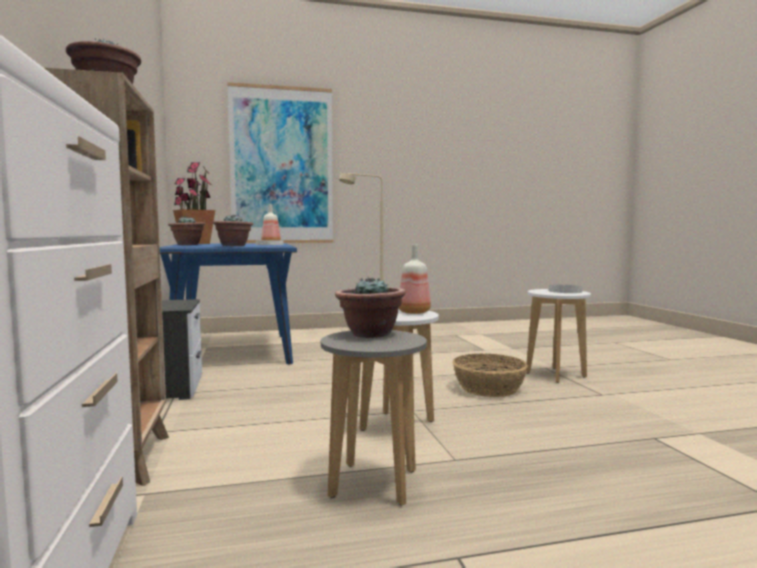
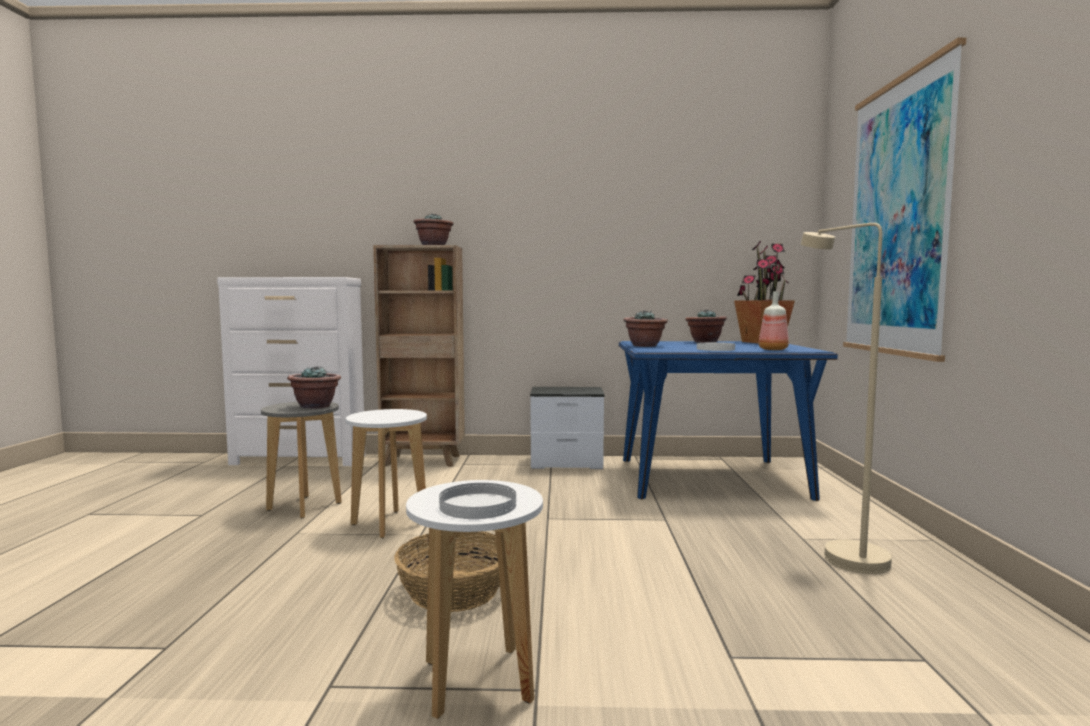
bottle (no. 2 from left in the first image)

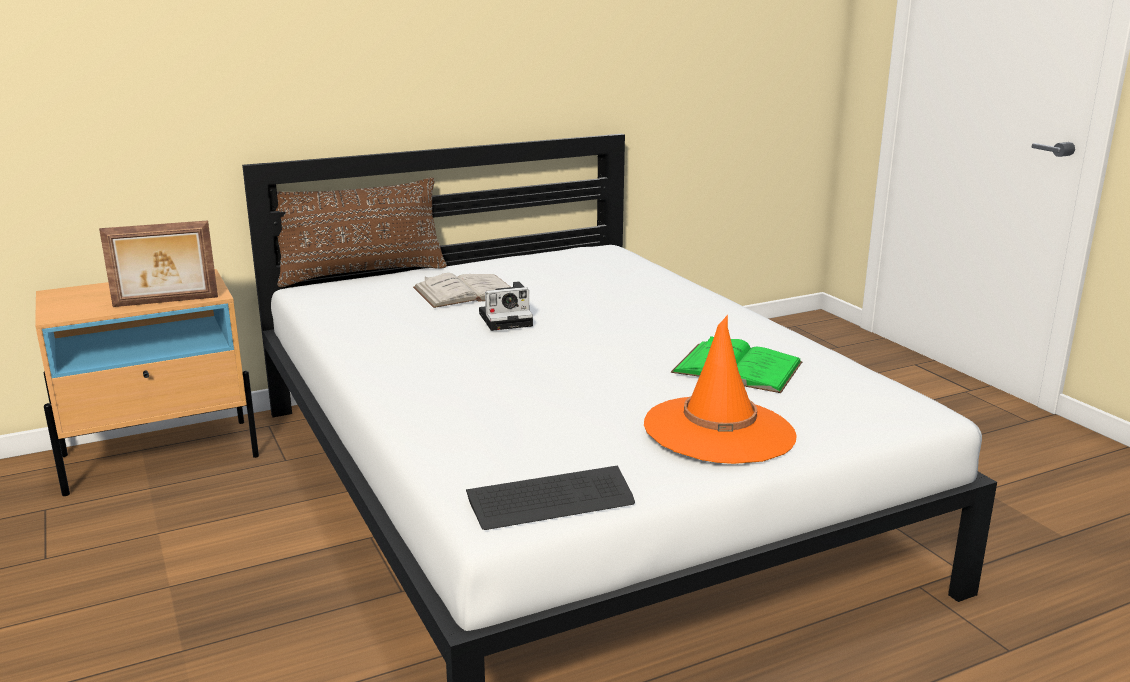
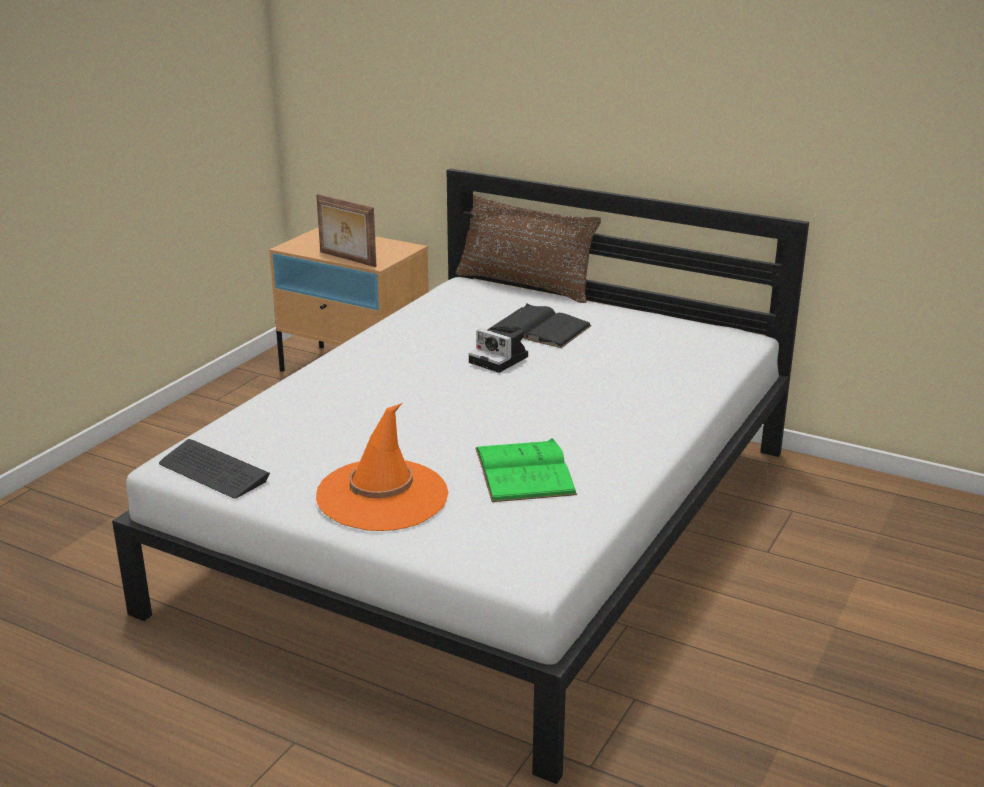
book (black)

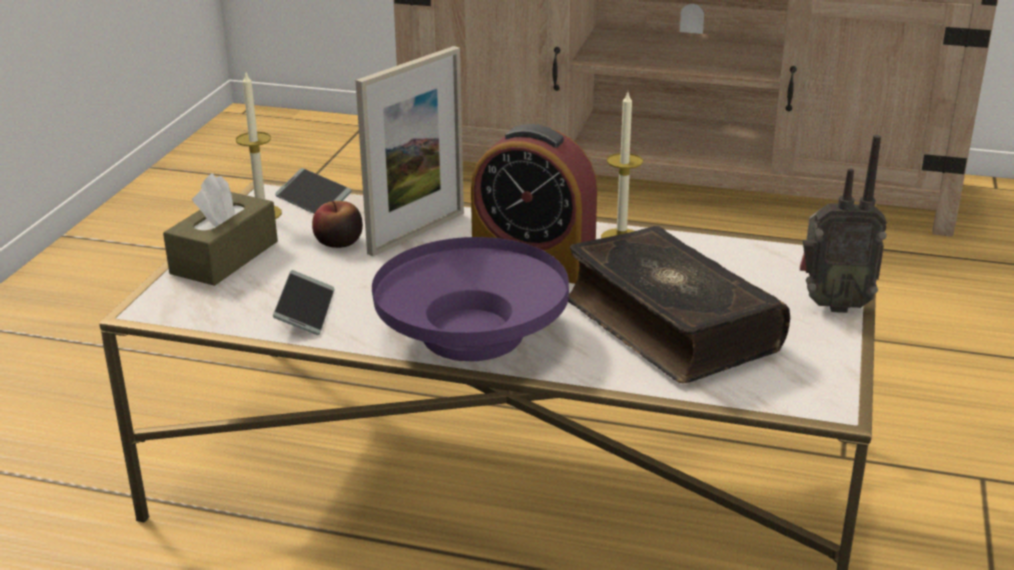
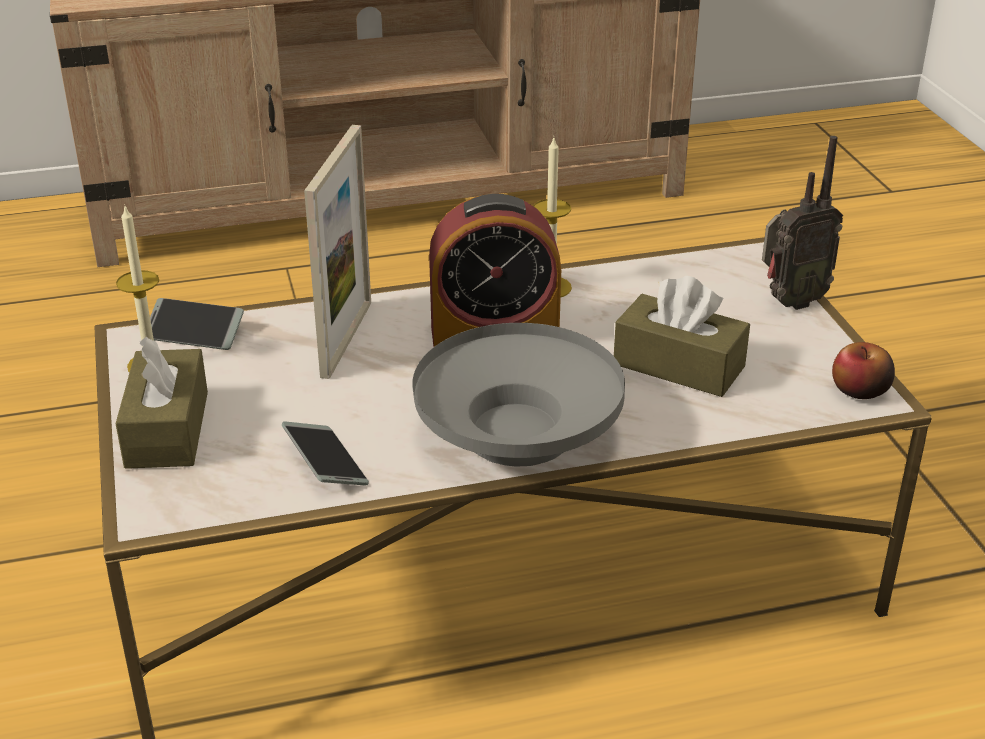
apple
bowl (grey)
tissue box (brown) (no. 2 from left)

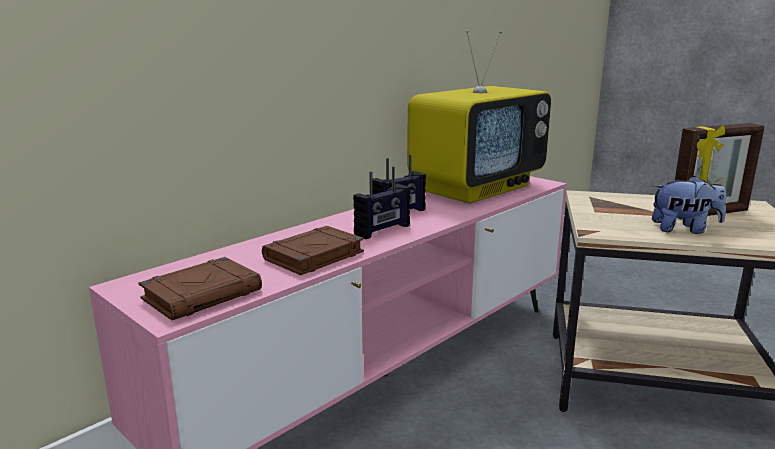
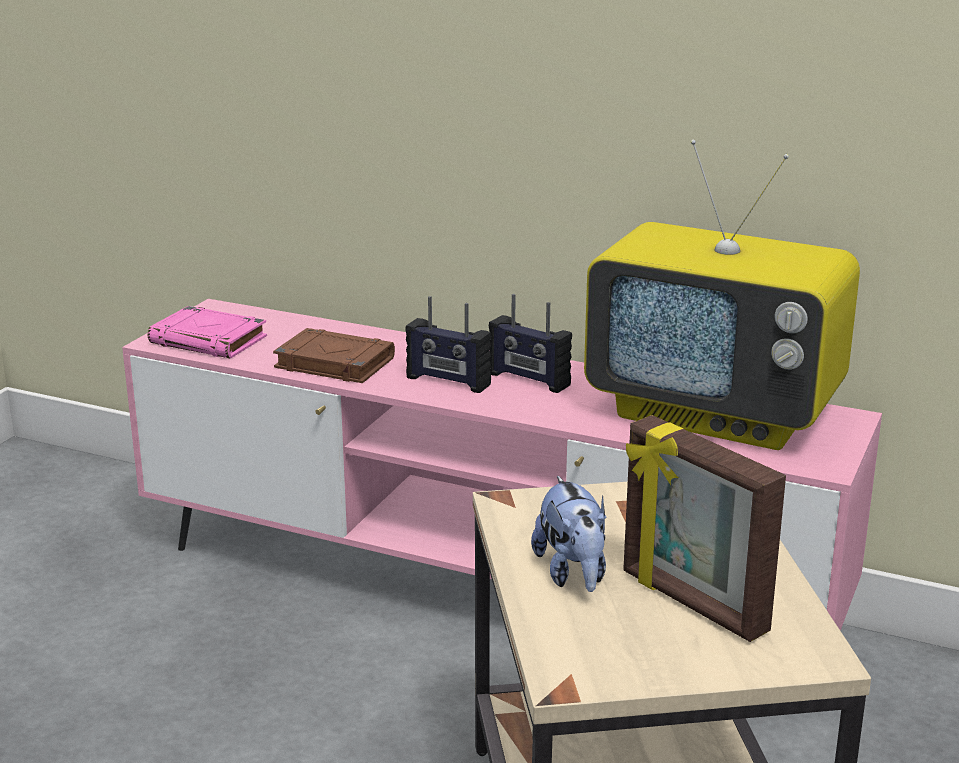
book (pink)

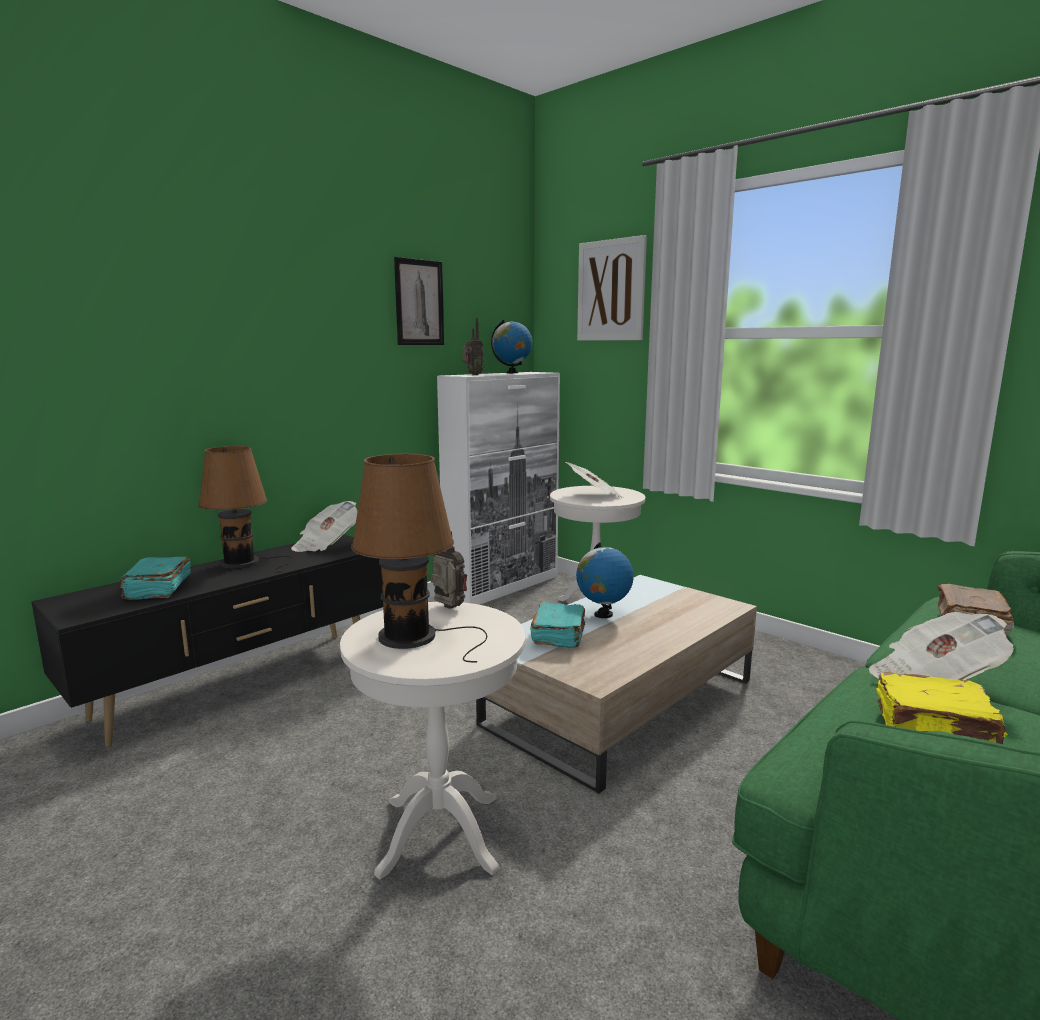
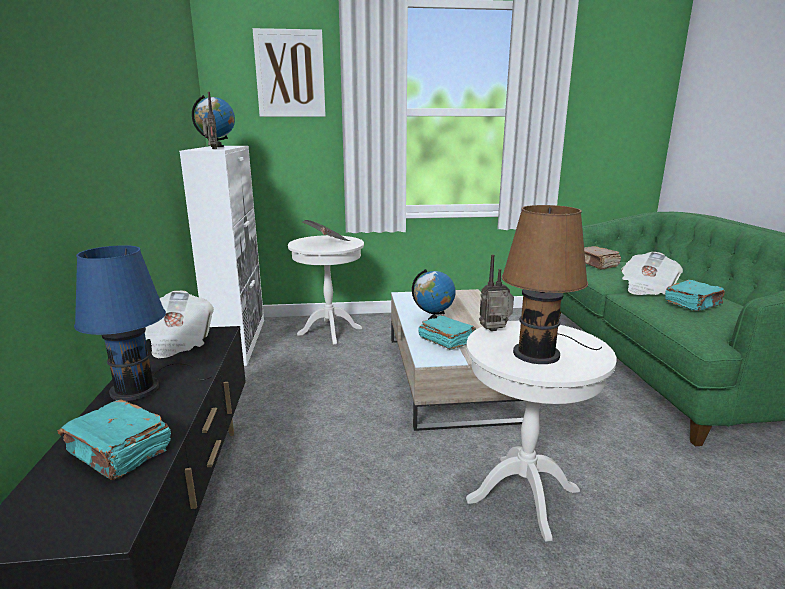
table lamp (blue)
picture (no. 1 from left in the first image)
book (turquoise) (no. 3 from left)

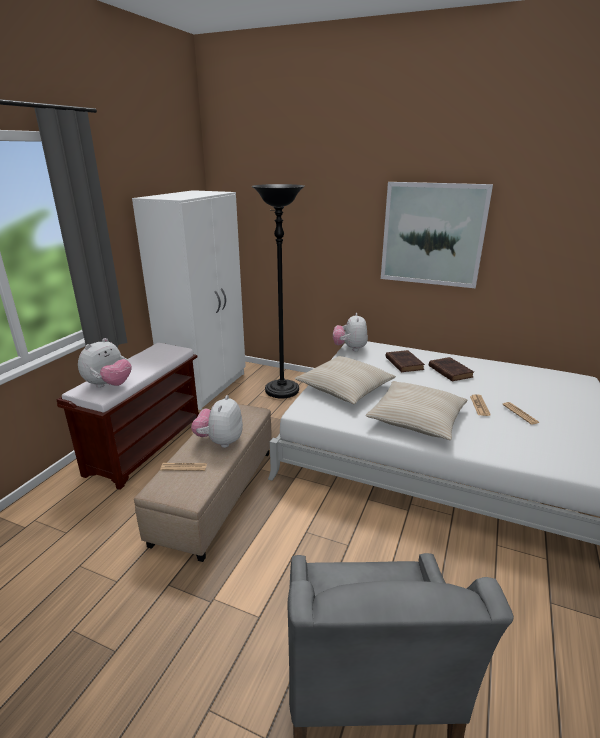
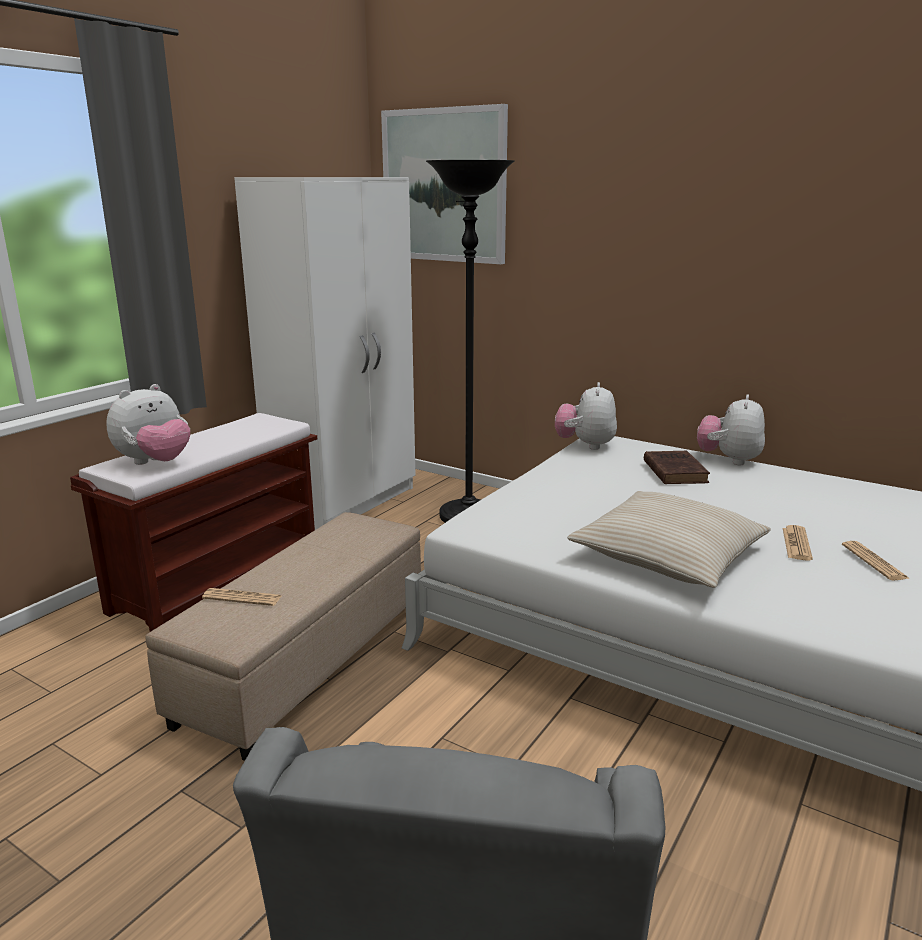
plush toy (no. 3 from left)
pillow (beige) (no. 1 from left in the first image)
picture
book (brown) (no. 2 from left in the first image)

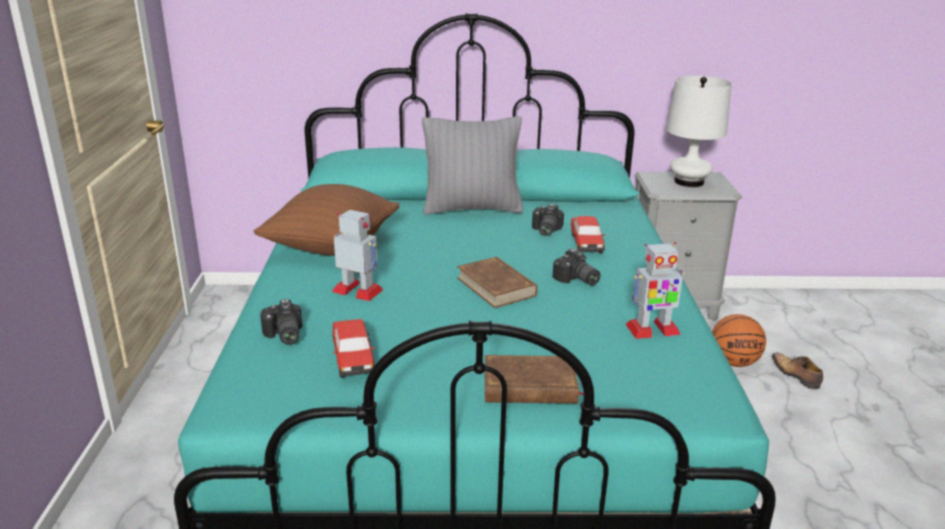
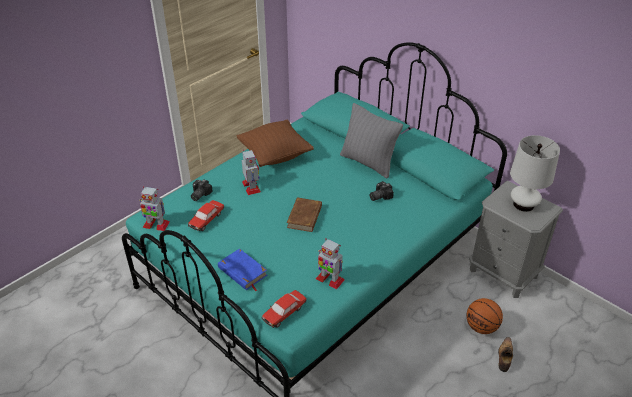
book (blue)
photo camera (no. 3 from left in the first image)
toy car (no. 2 from left)
toy robot (no. 1 from left)

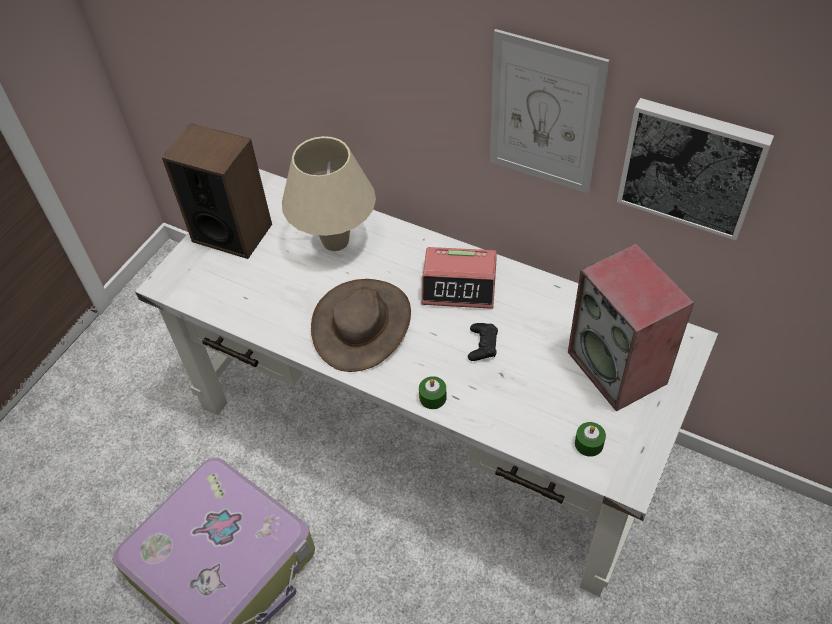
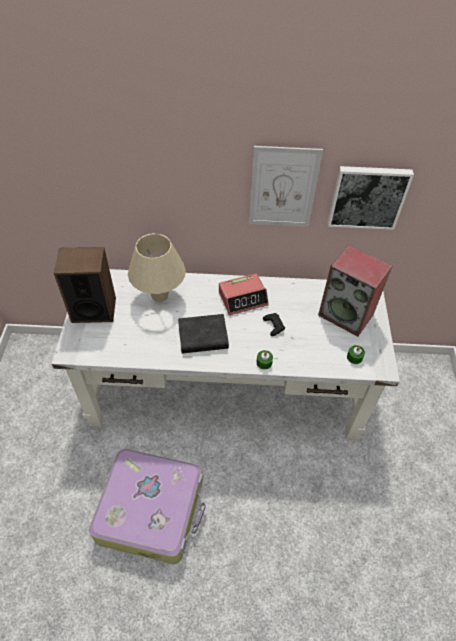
book (black)

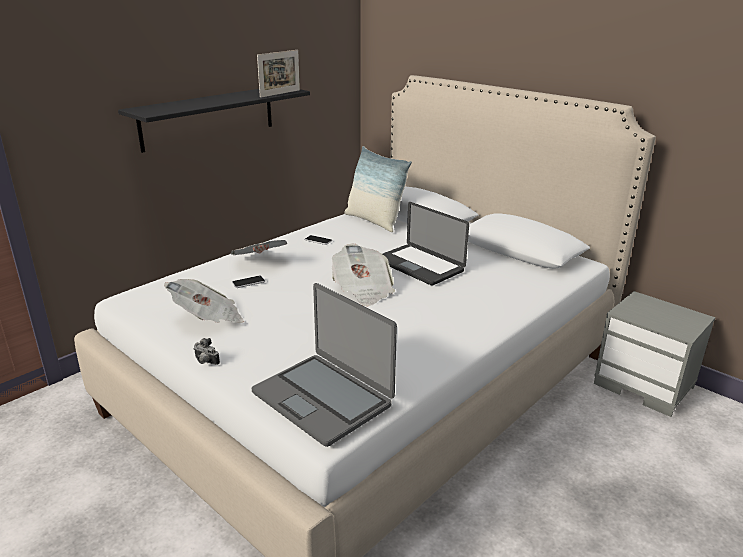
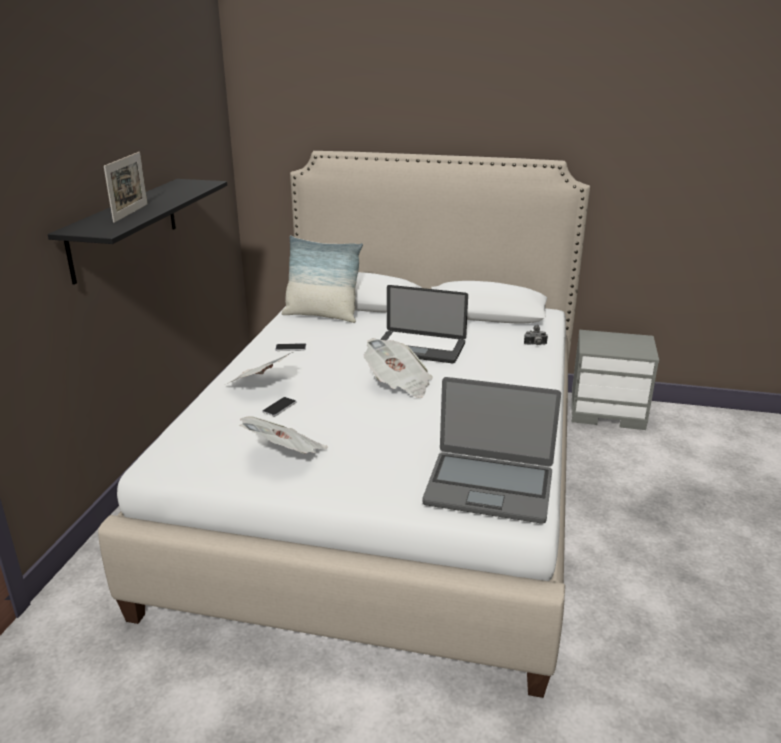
photo camera
picture frame

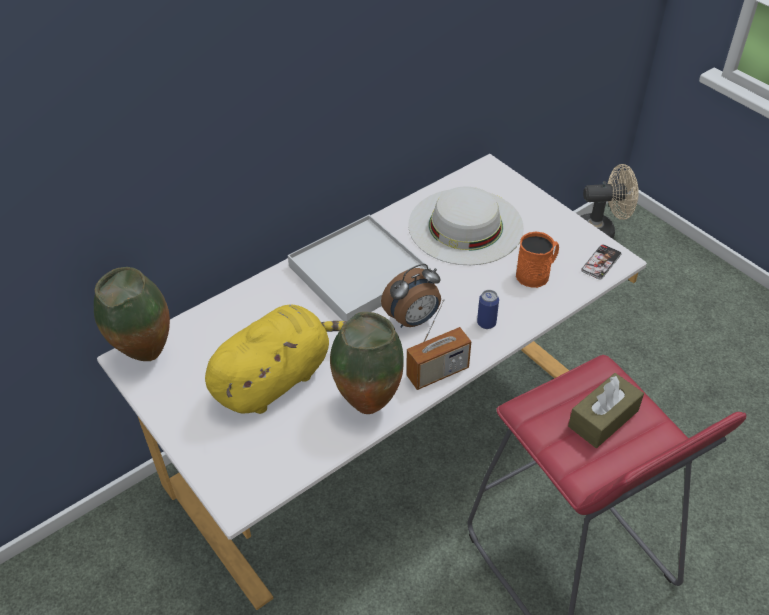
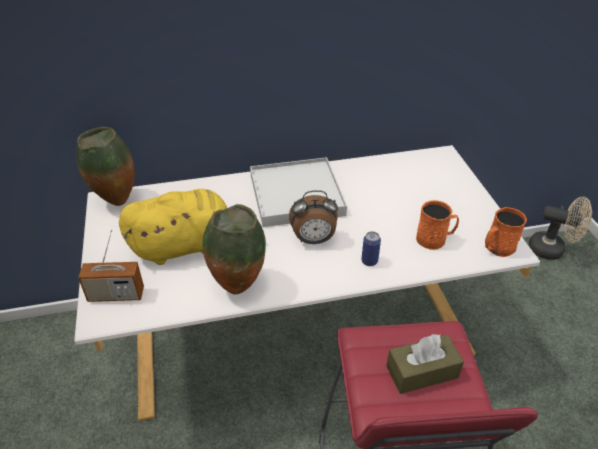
radio
hat (white)
mug (orange) (no. 2 from left)

